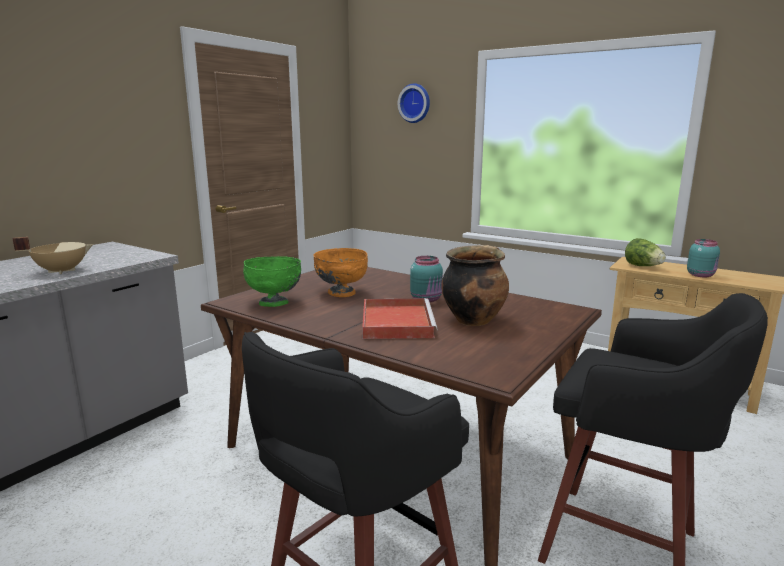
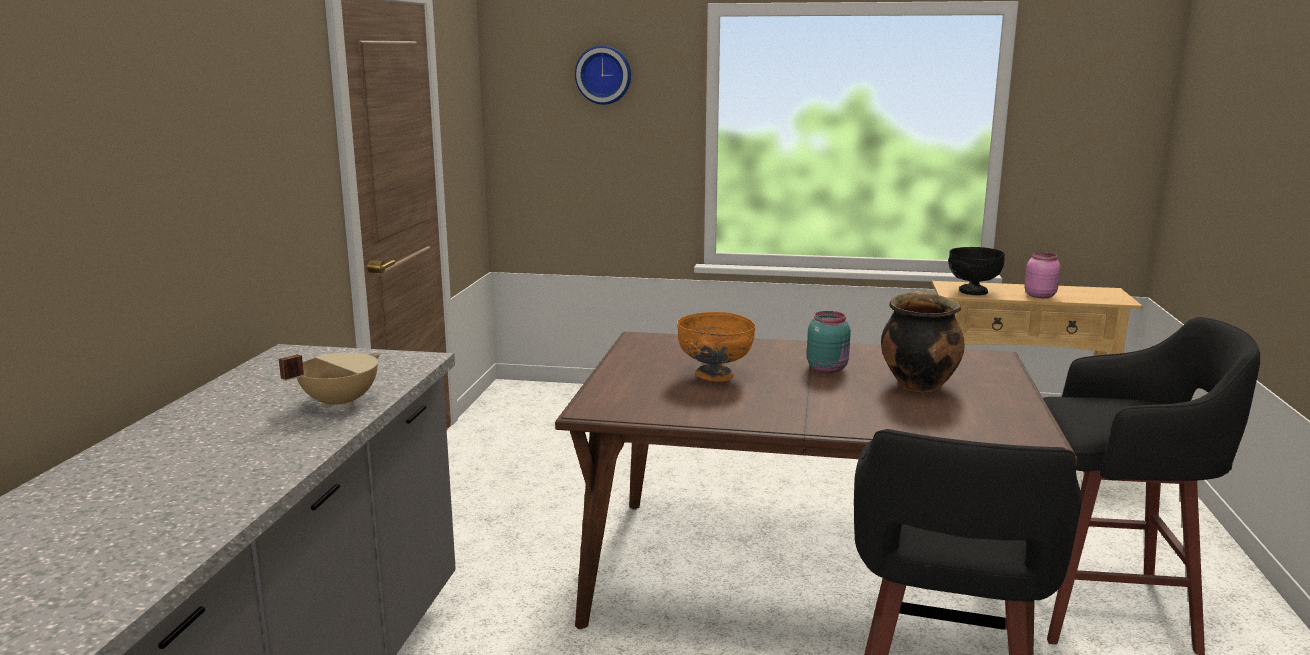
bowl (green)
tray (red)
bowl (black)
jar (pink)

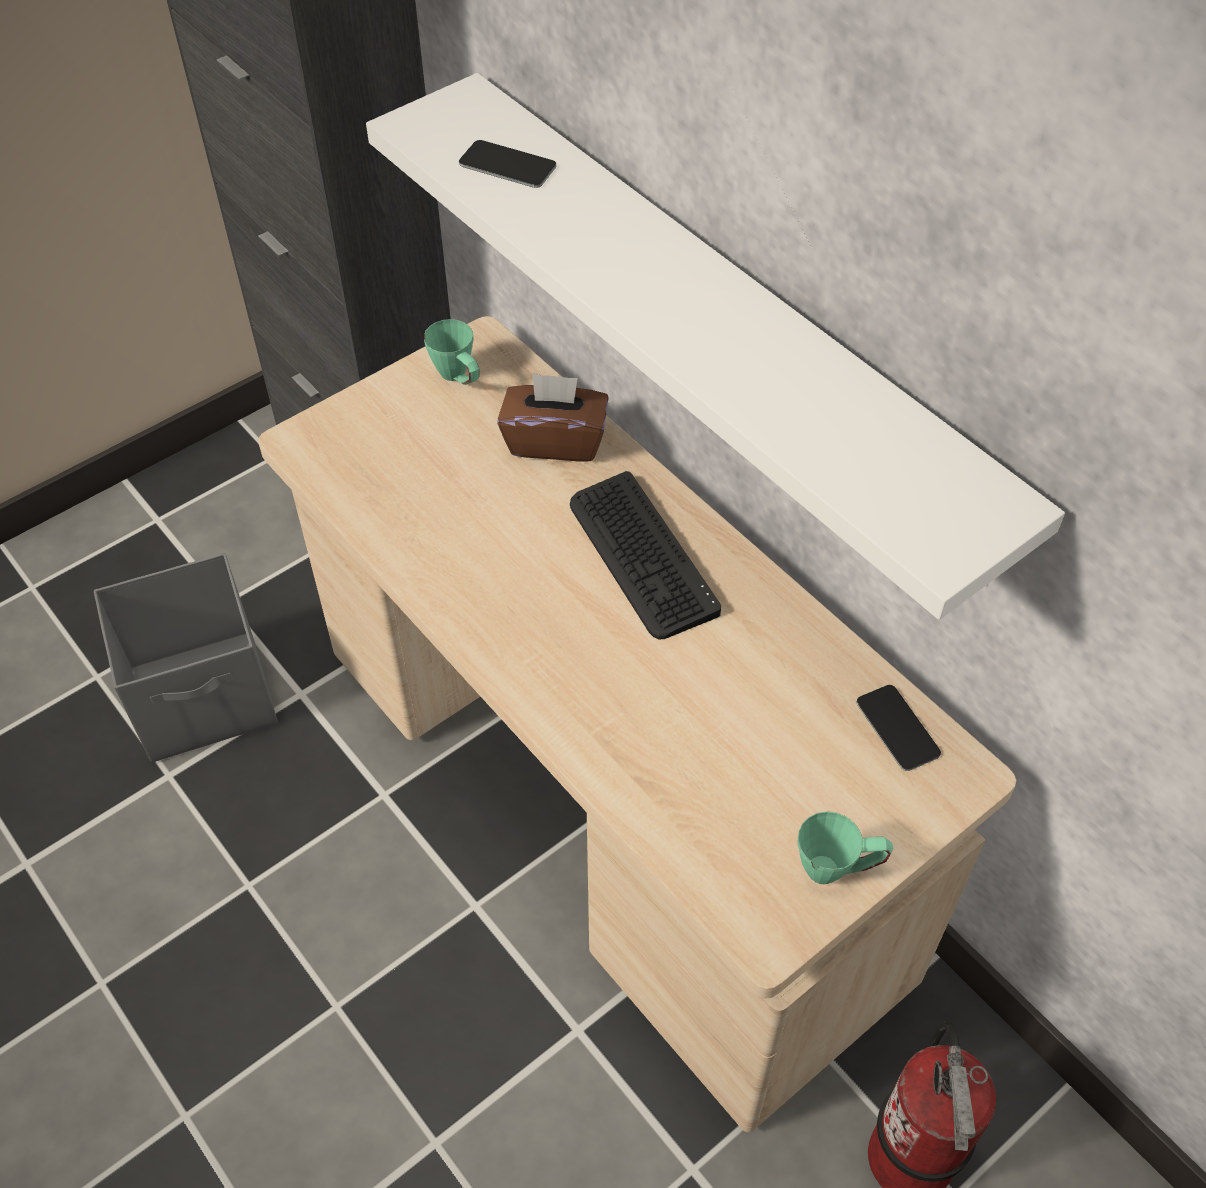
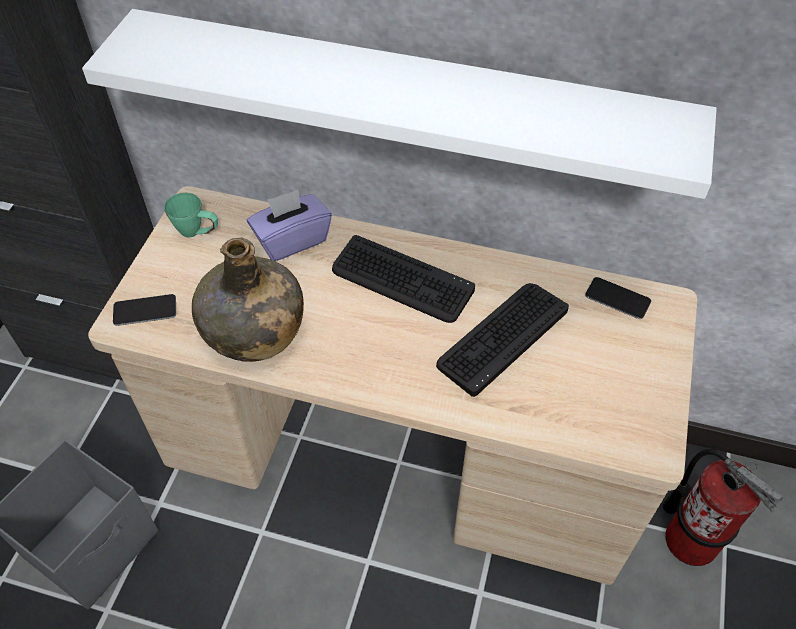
phone (no. 1 from left)
tissue box (purple)
mug (green) (no. 2 from left in the first image)
bottle (green)
keyboard (no. 2 from left)

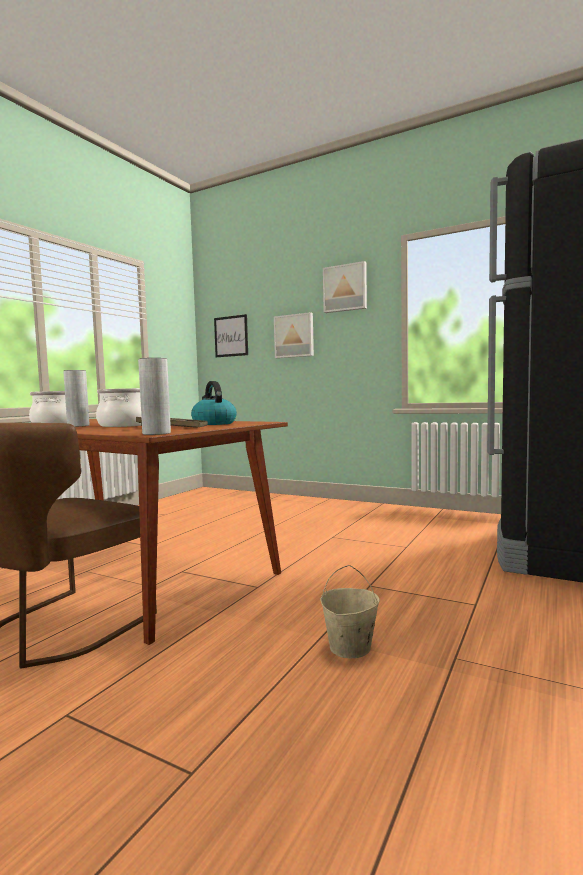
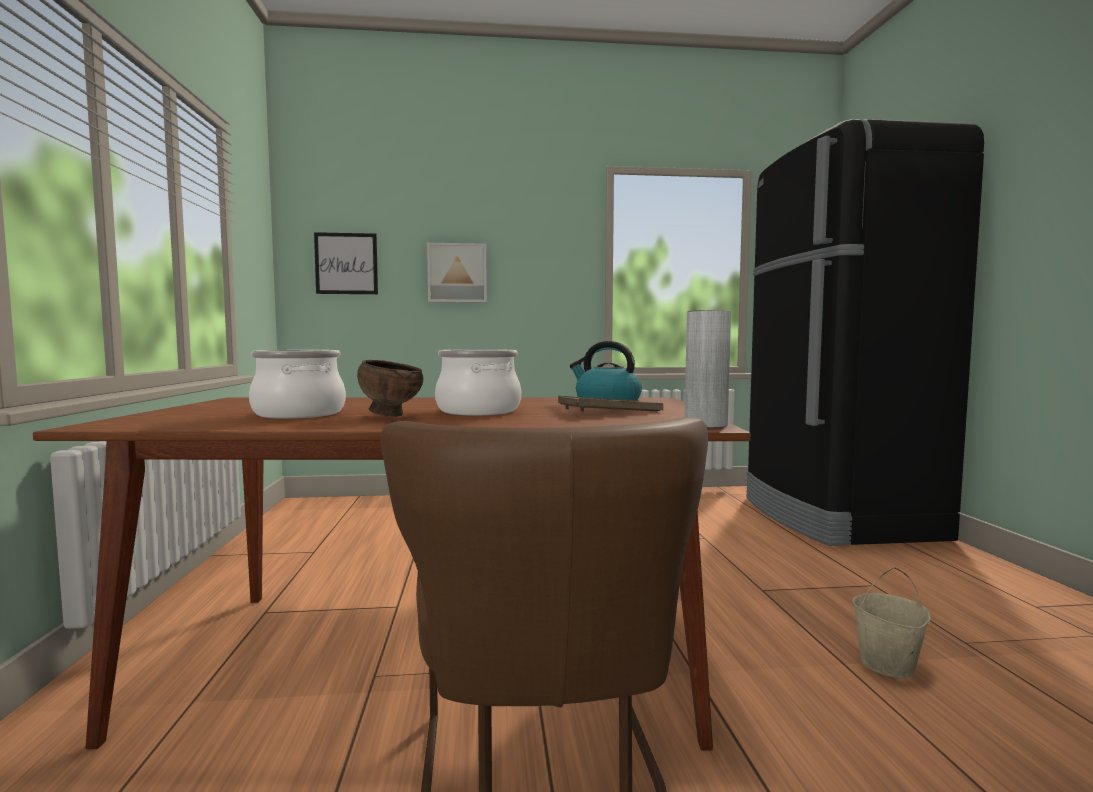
bowl (brown)
picture (no. 3 from left in the first image)

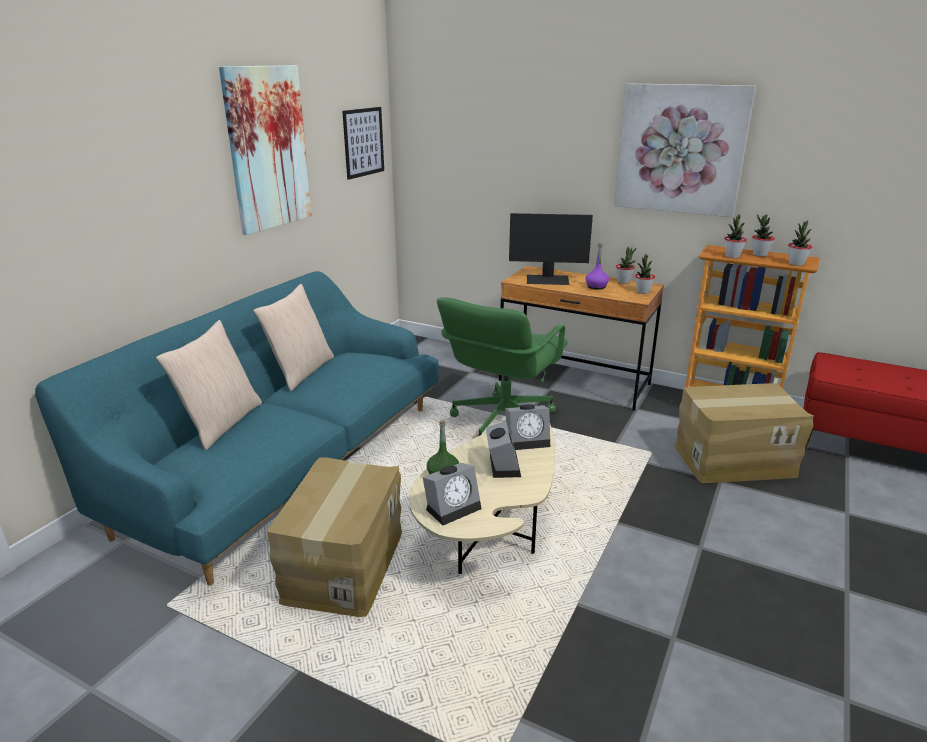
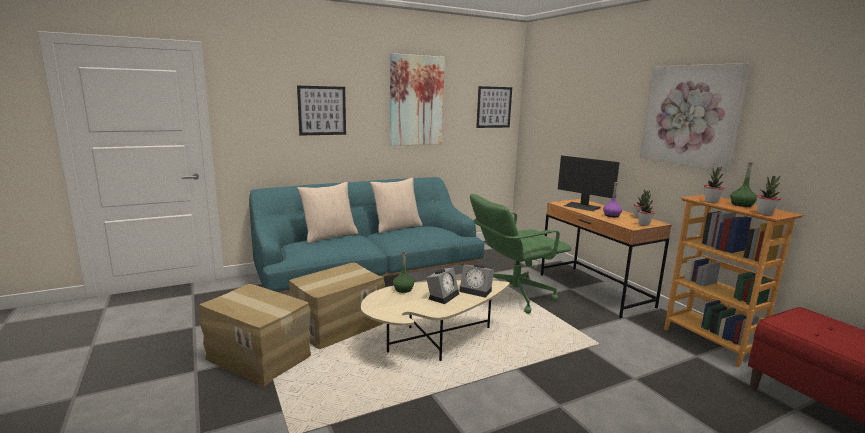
alarm clock (no. 1 from left in the first image)
cardboard box (no. 1 from left)
bottle (green) (no. 2 from left)
picture (no. 1 from left)

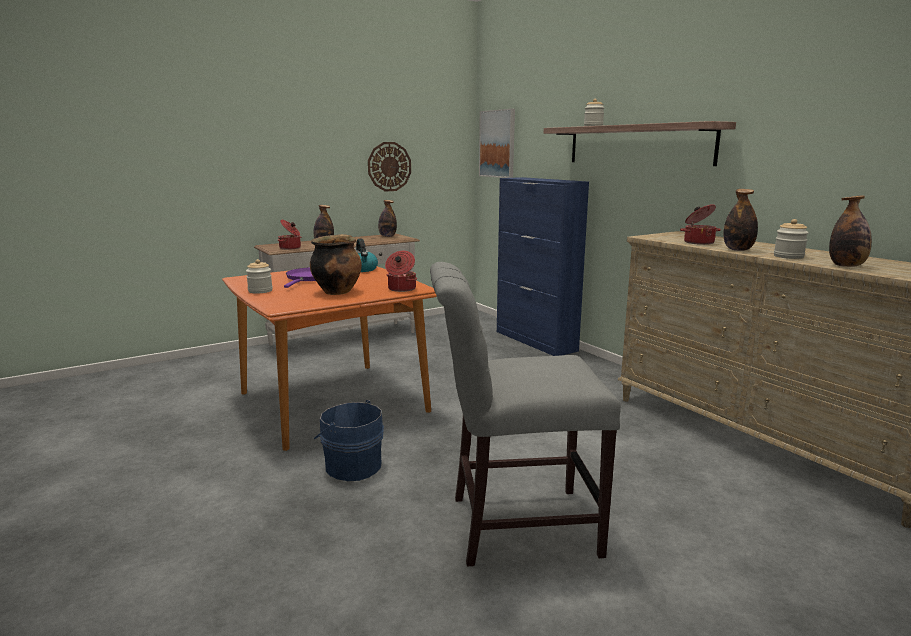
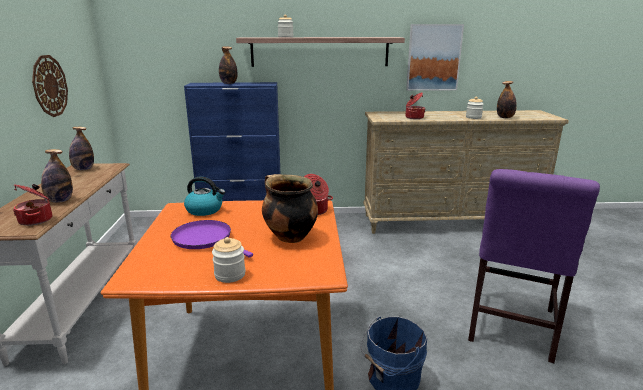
chair (purple)
picture
bottle (no. 3 from left)

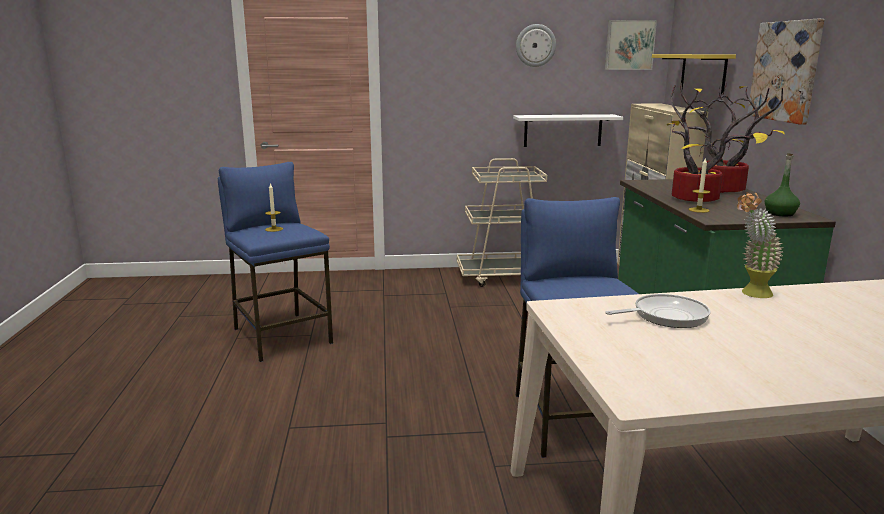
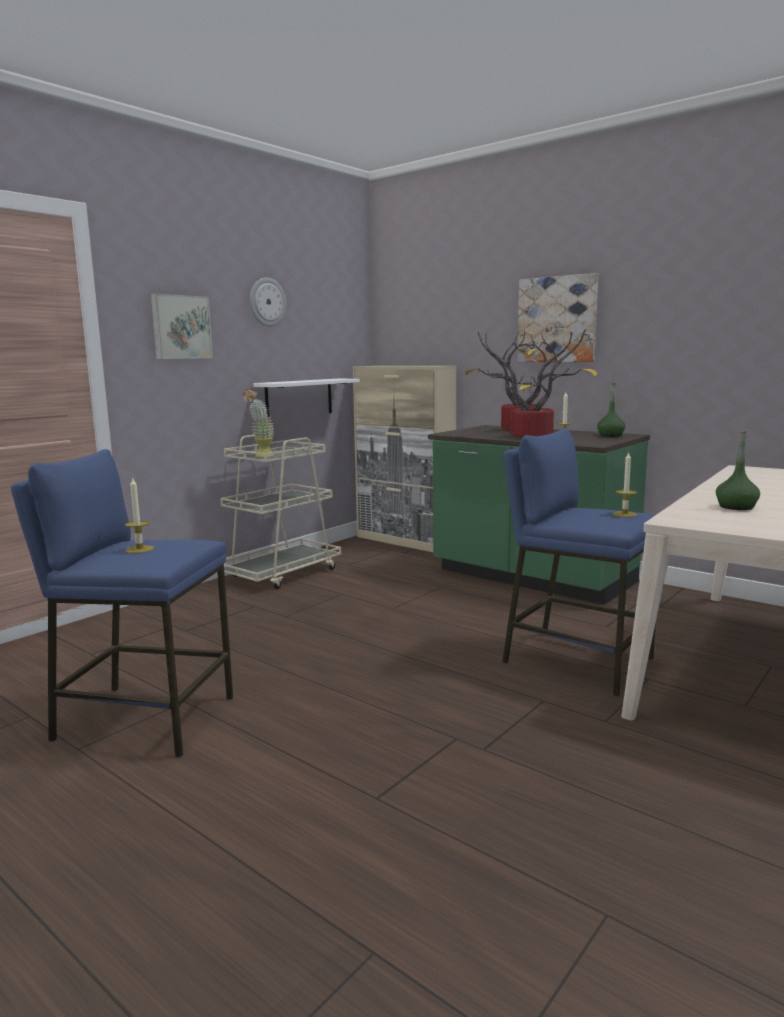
picture (no. 1 from left)
bottle (green) (no. 2 from left)
shelf (yellow)
potted plant (no. 1 from left)
candle (no. 3 from left)

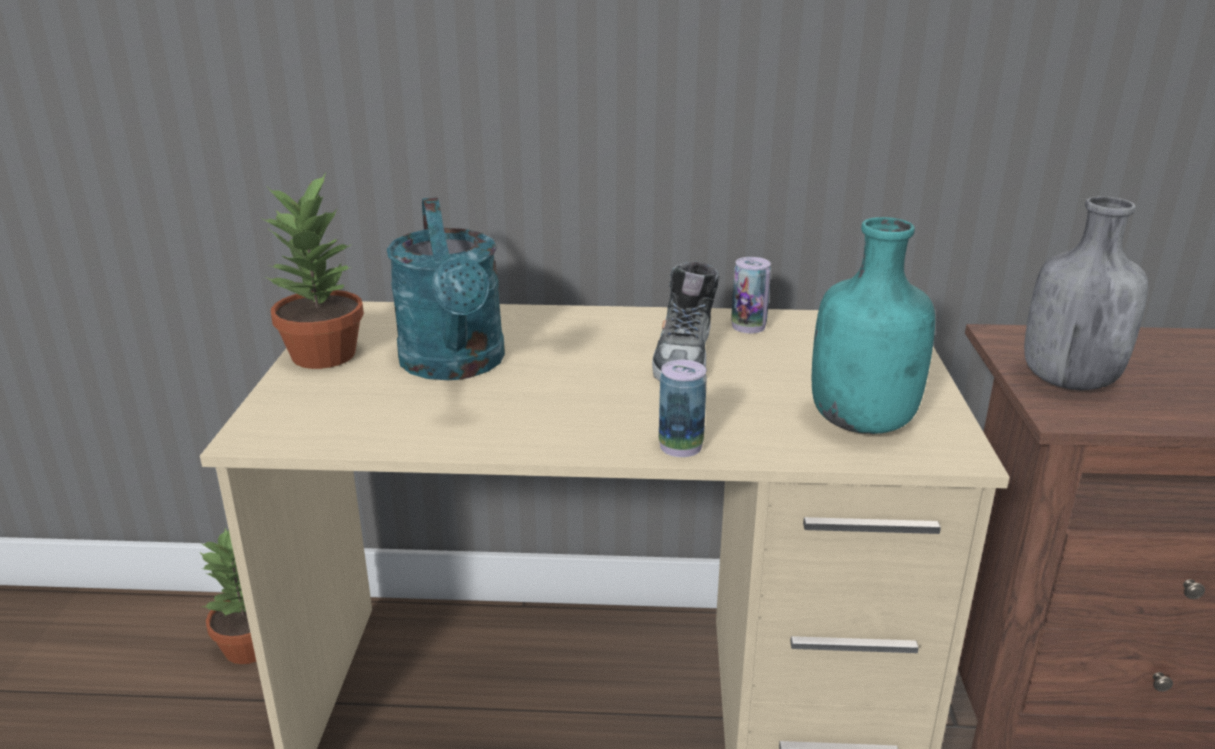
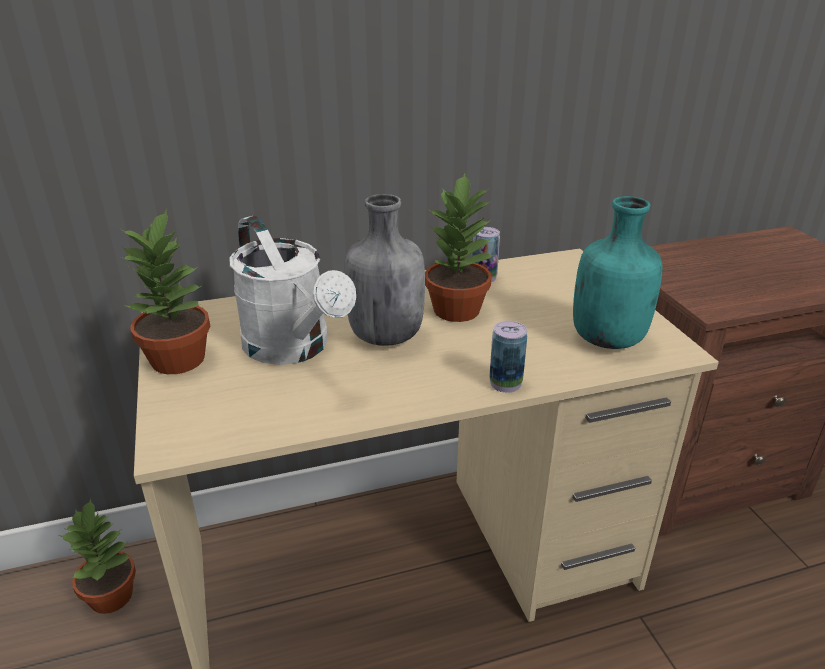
watering can (white)
potted plant (no. 3 from left)
bottle (grey)

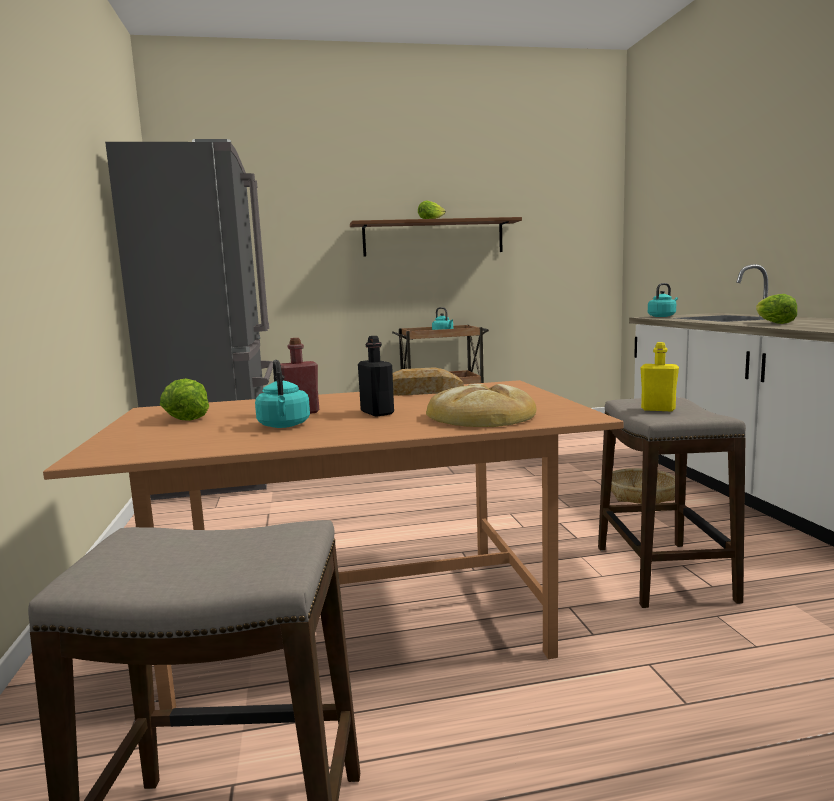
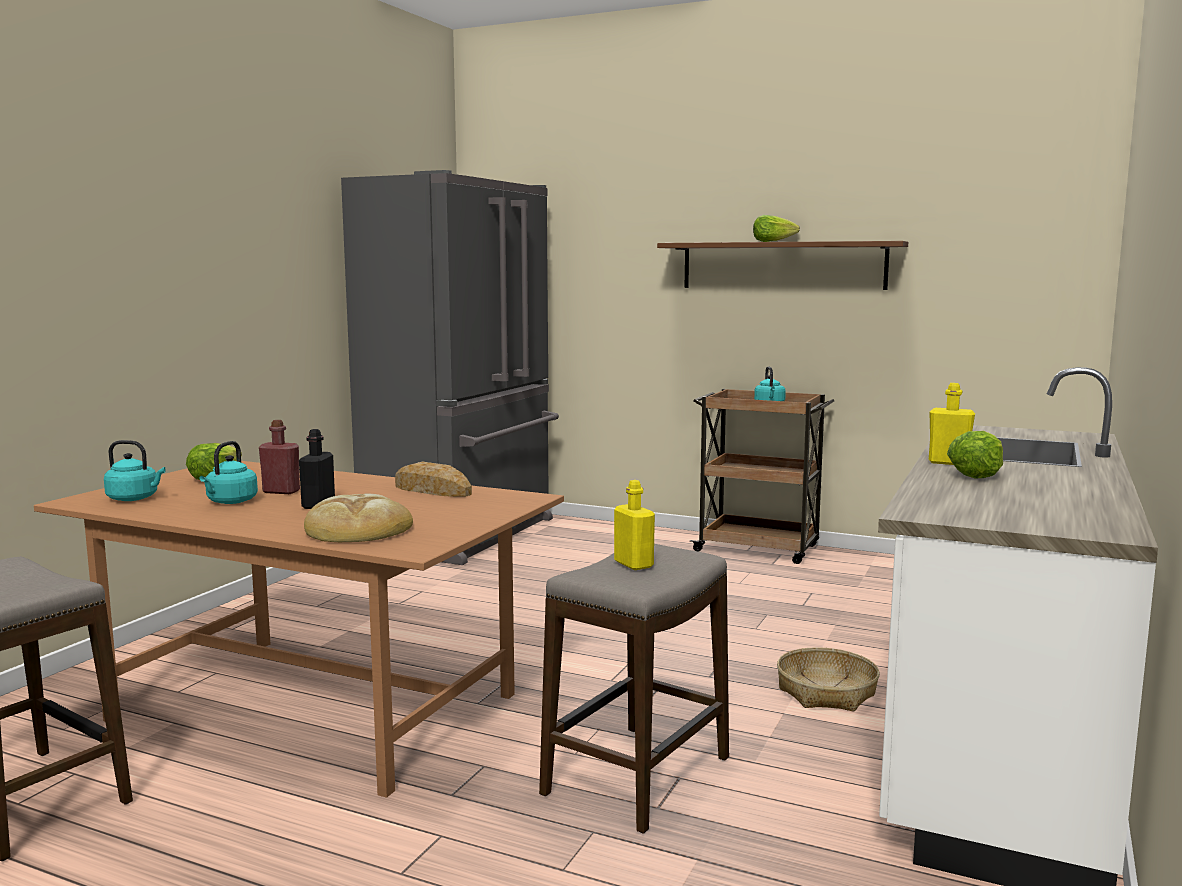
kettle (turquoise) (no. 1 from left)
bottle (yellow) (no. 2 from left)

